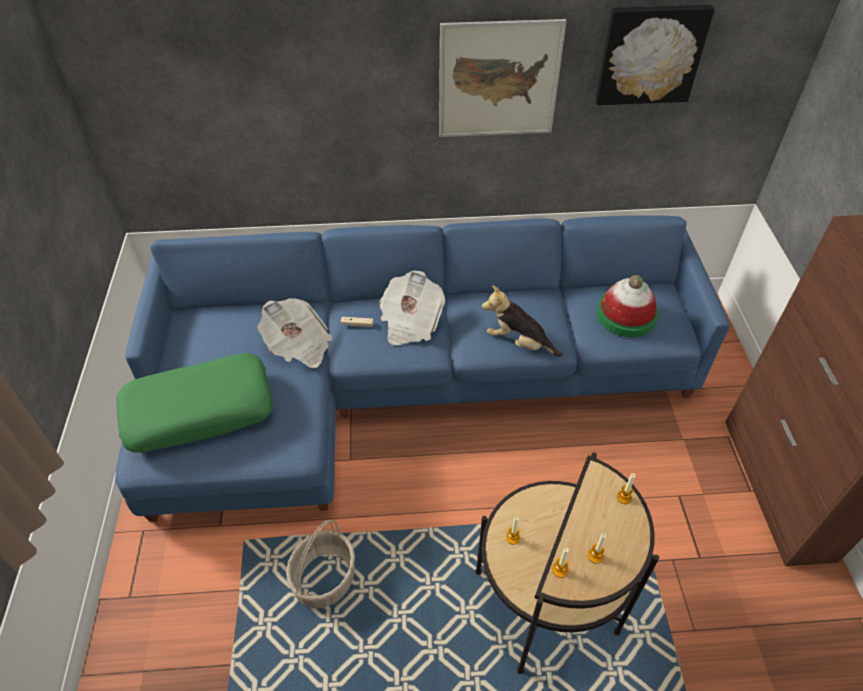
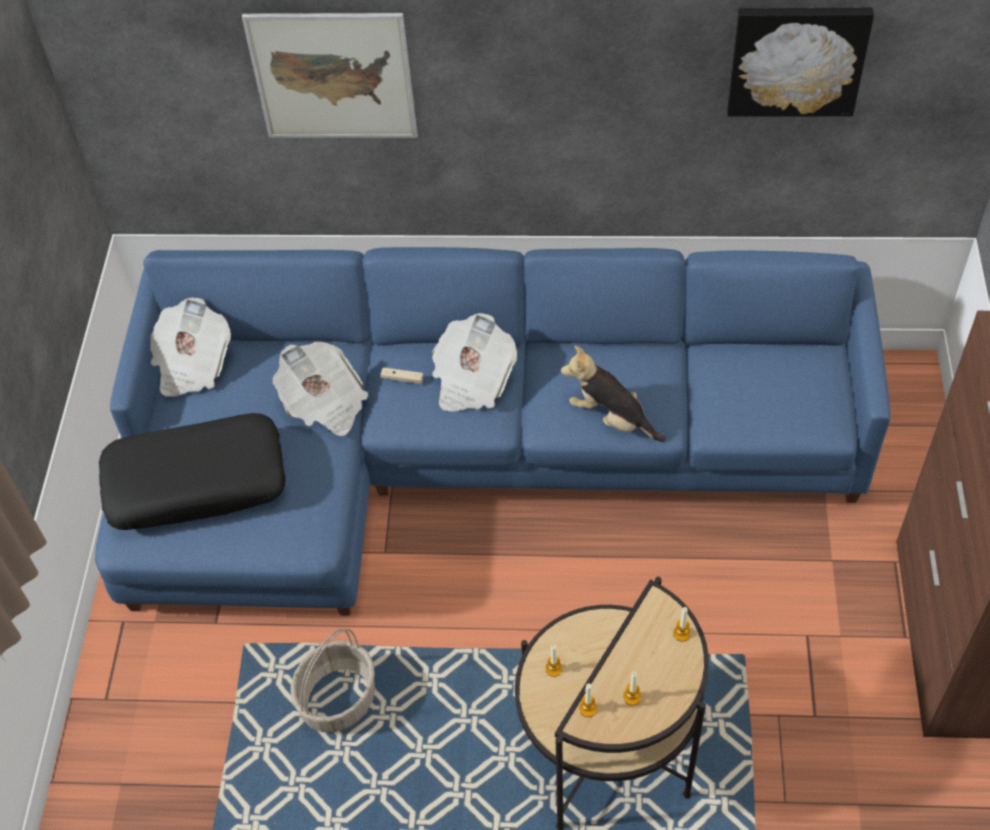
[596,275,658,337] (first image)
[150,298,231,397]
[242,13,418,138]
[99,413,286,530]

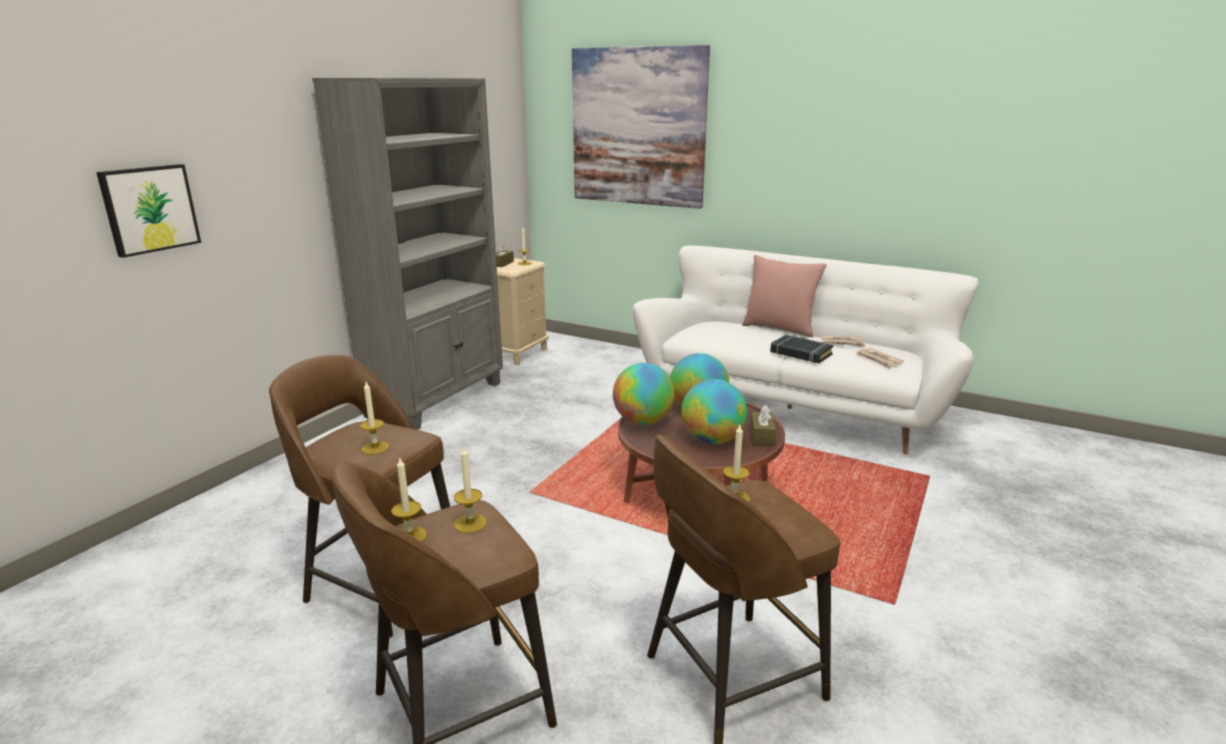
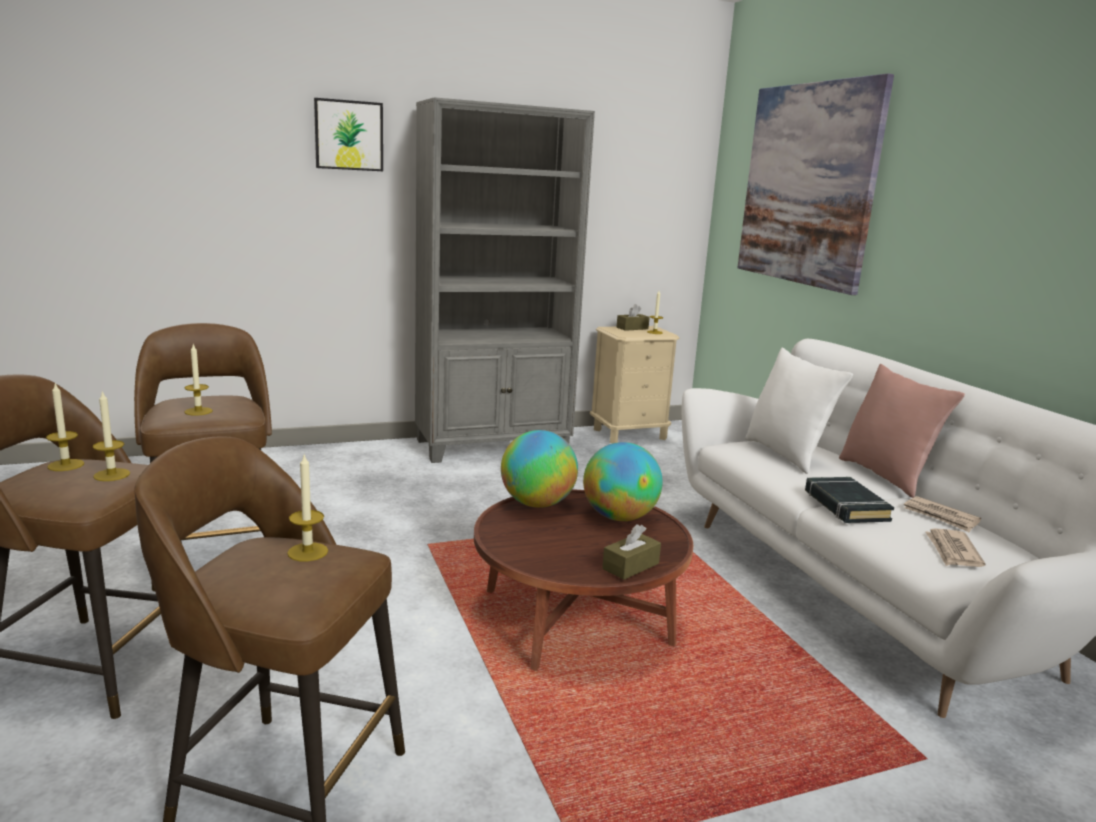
[681,379,747,444] (first image)
[745,347,853,474]
[314,98,383,171]

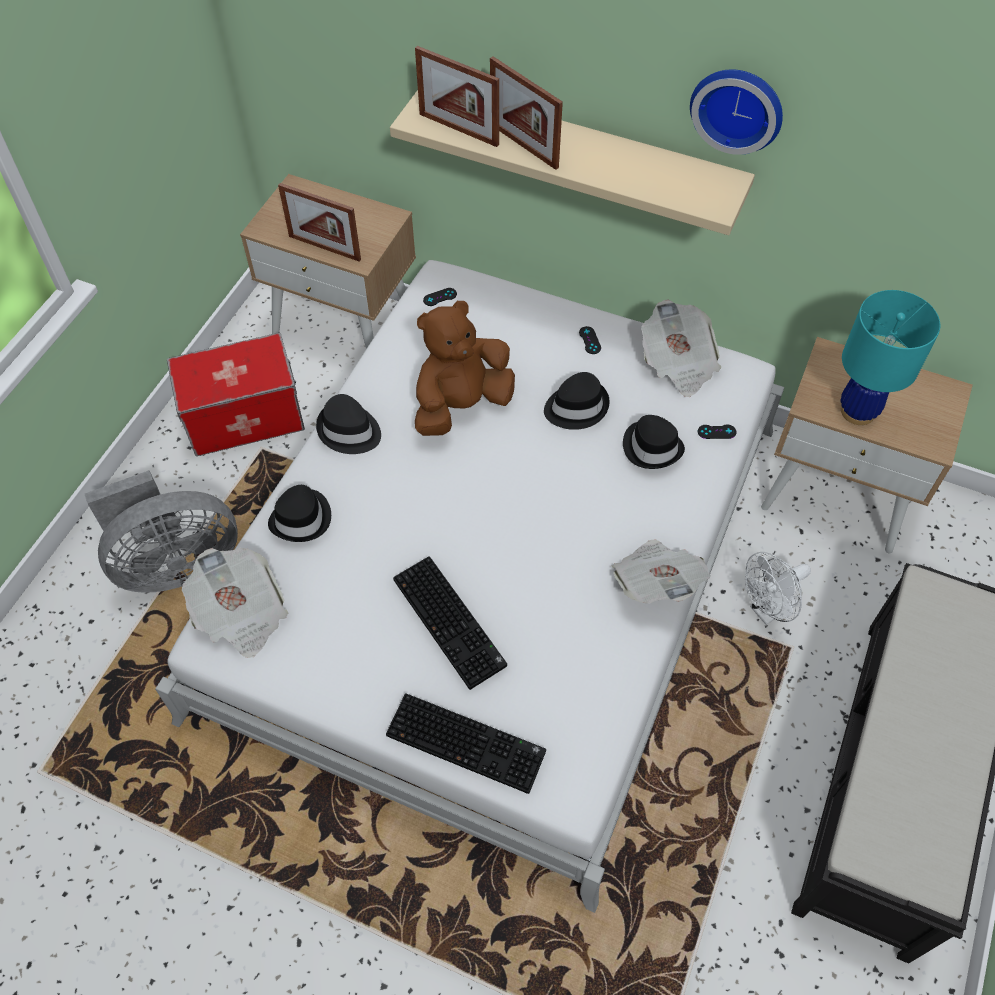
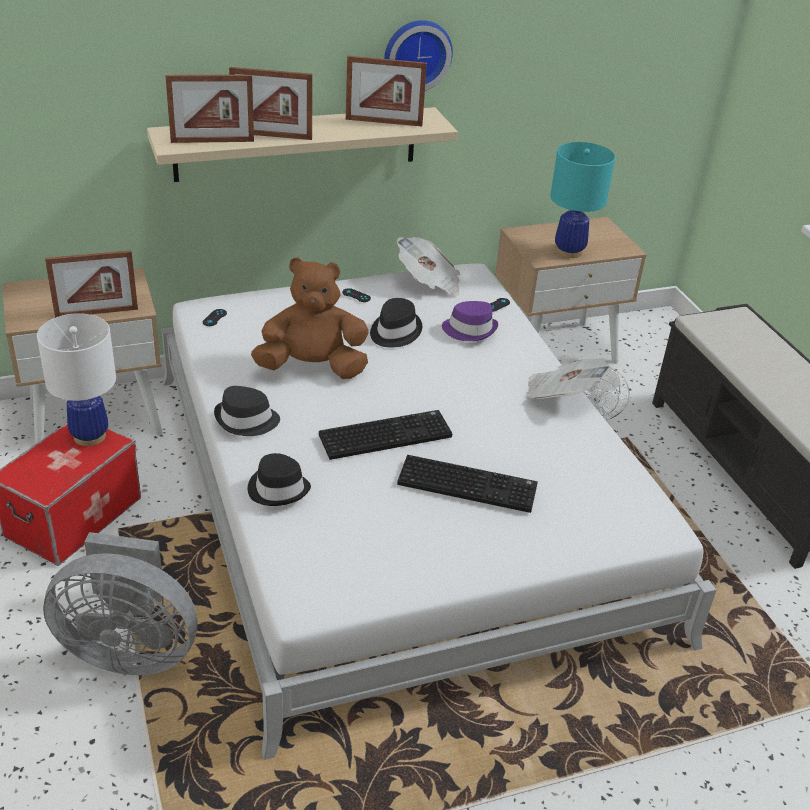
[182,548,288,658] (first image)
[37,313,116,446]
[346,56,427,126]
[319,410,452,460]
[442,301,498,341]
[43,532,197,675]
[251,257,369,379]

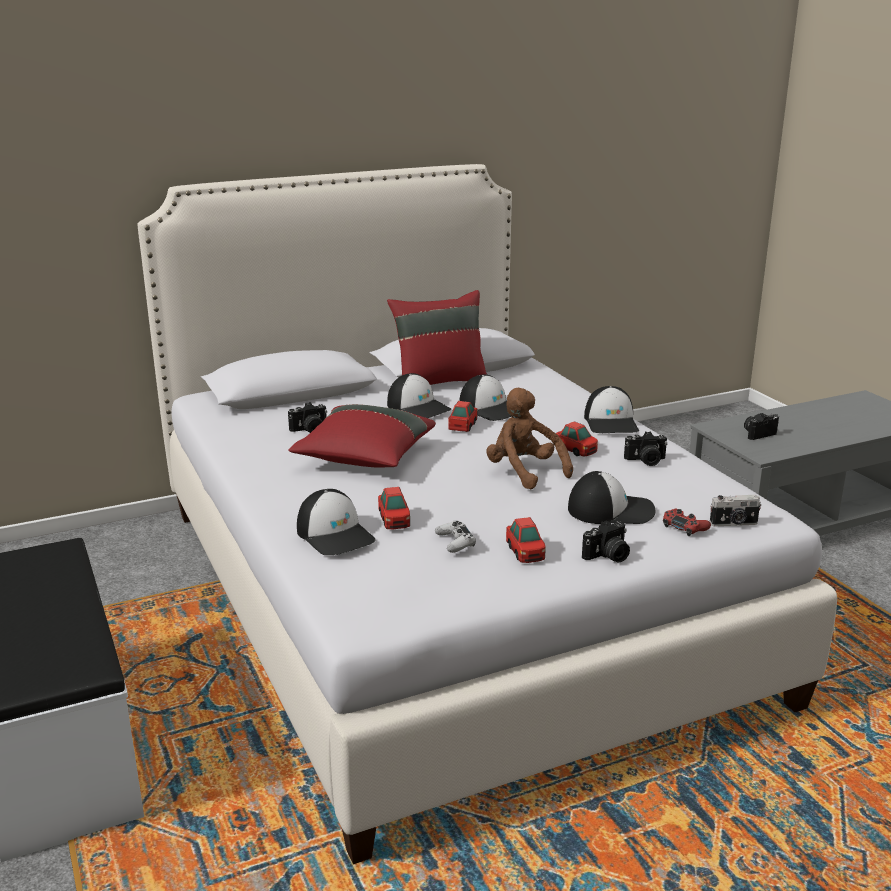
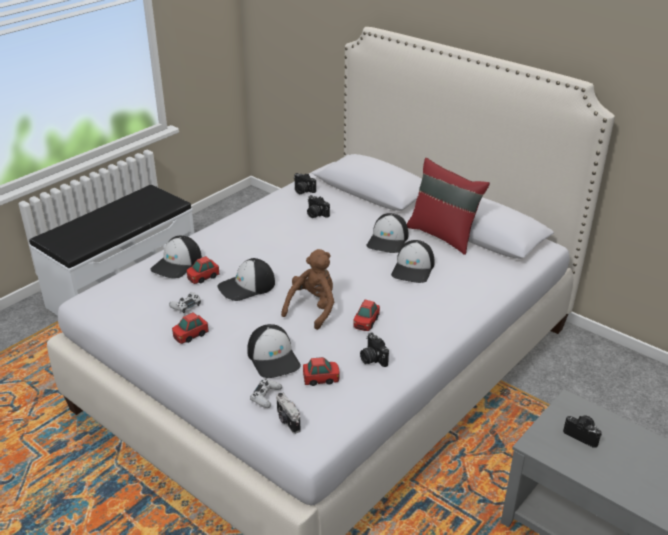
[289,404,436,467] (first image)
[303,357,340,386]
[294,173,316,194]
[217,258,275,301]
[250,379,282,408]

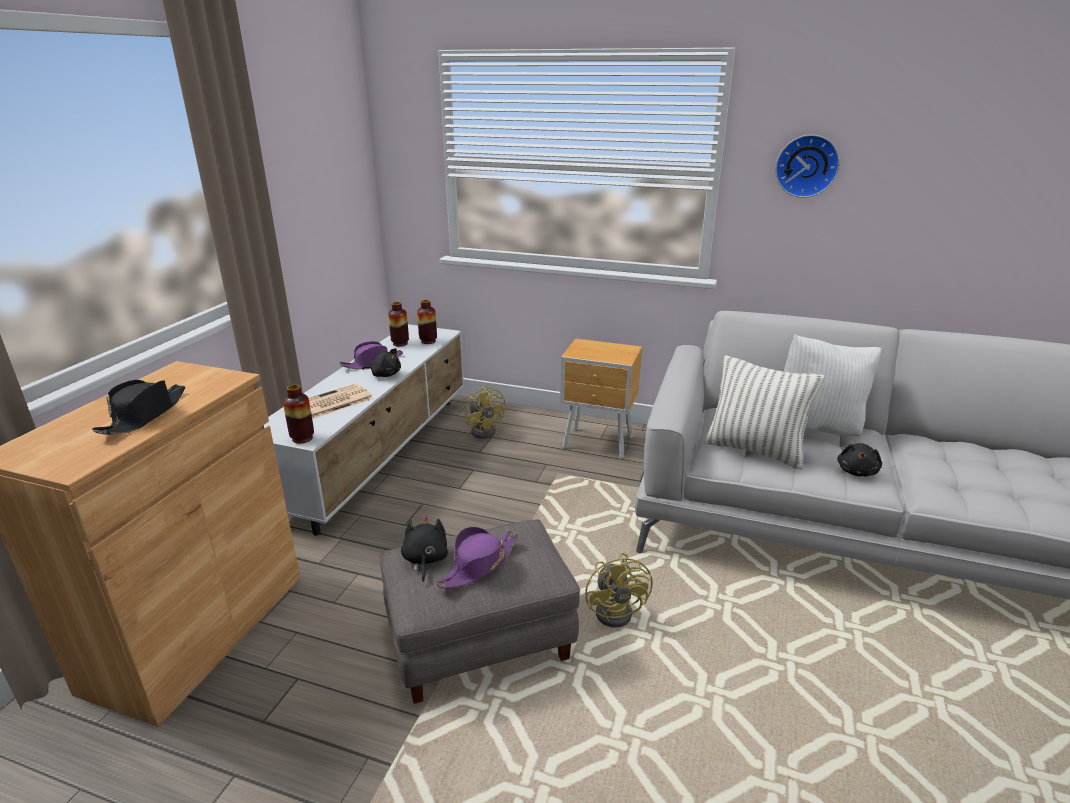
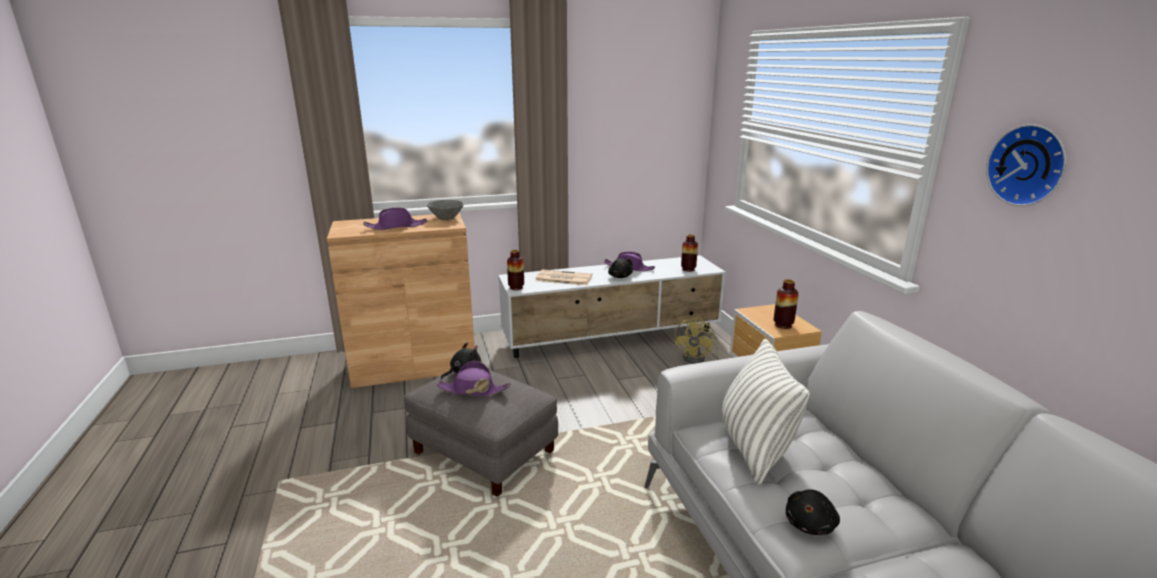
[585,553,653,628] (first image)
[784,334,882,436] (first image)
[427,200,464,220]
[774,279,799,329]
[363,208,428,230]
[786,489,840,535]

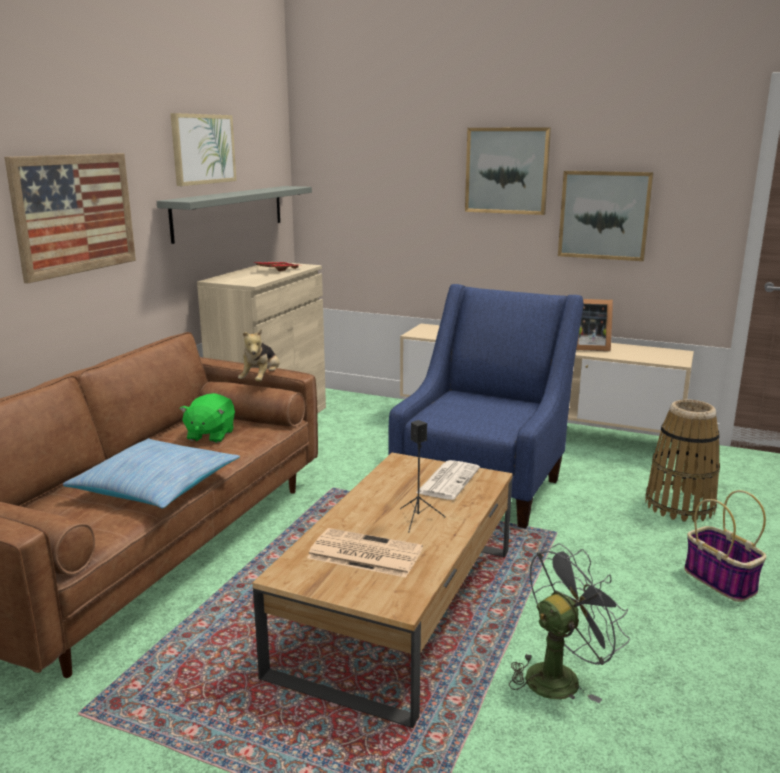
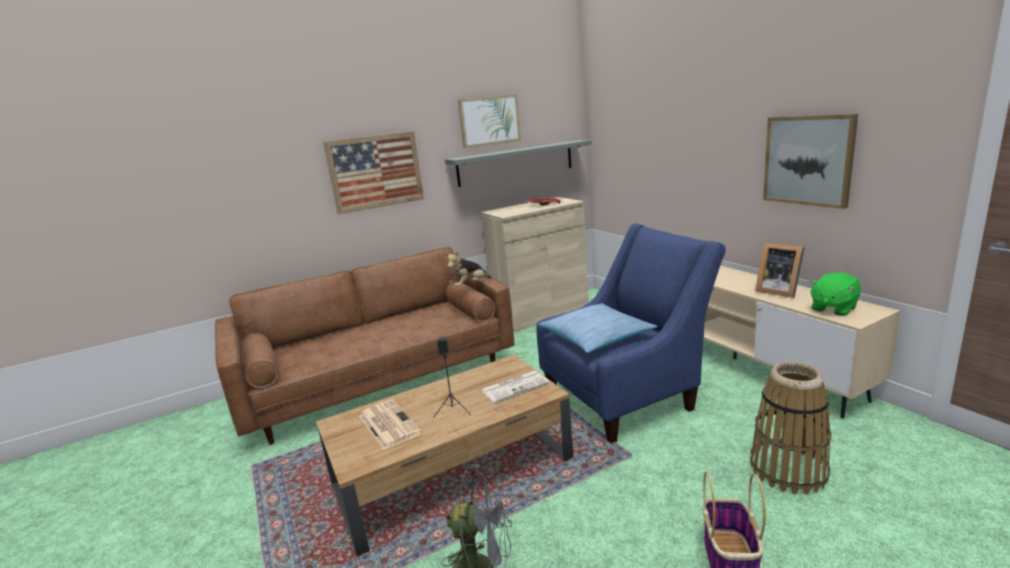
[465,127,551,215] (first image)
[538,303,658,353]
[809,272,861,316]

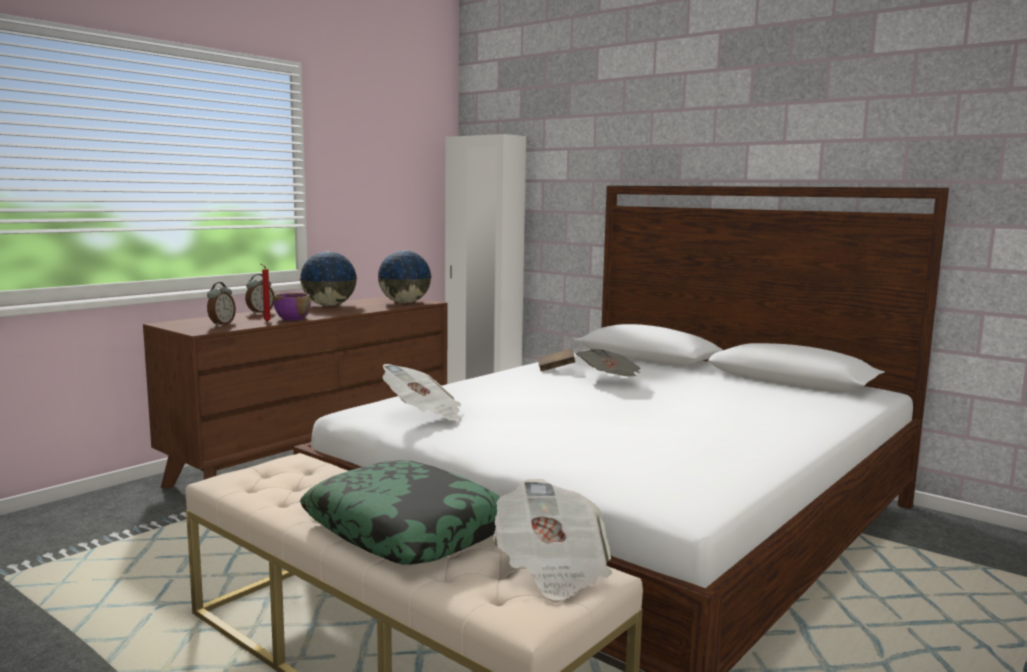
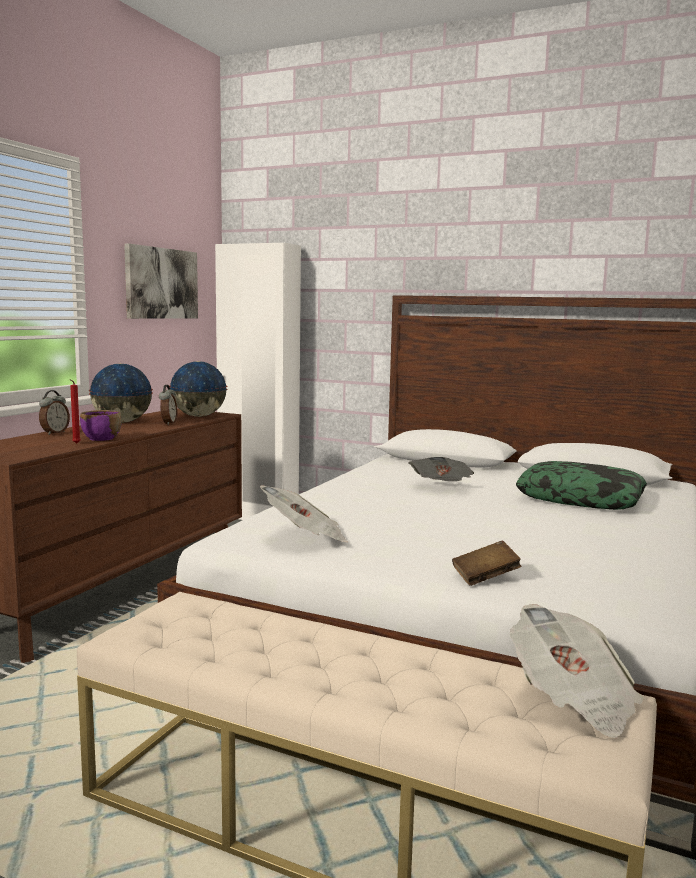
[124,244,198,319]
[159,385,178,425]
[516,461,647,510]
[452,541,521,586]

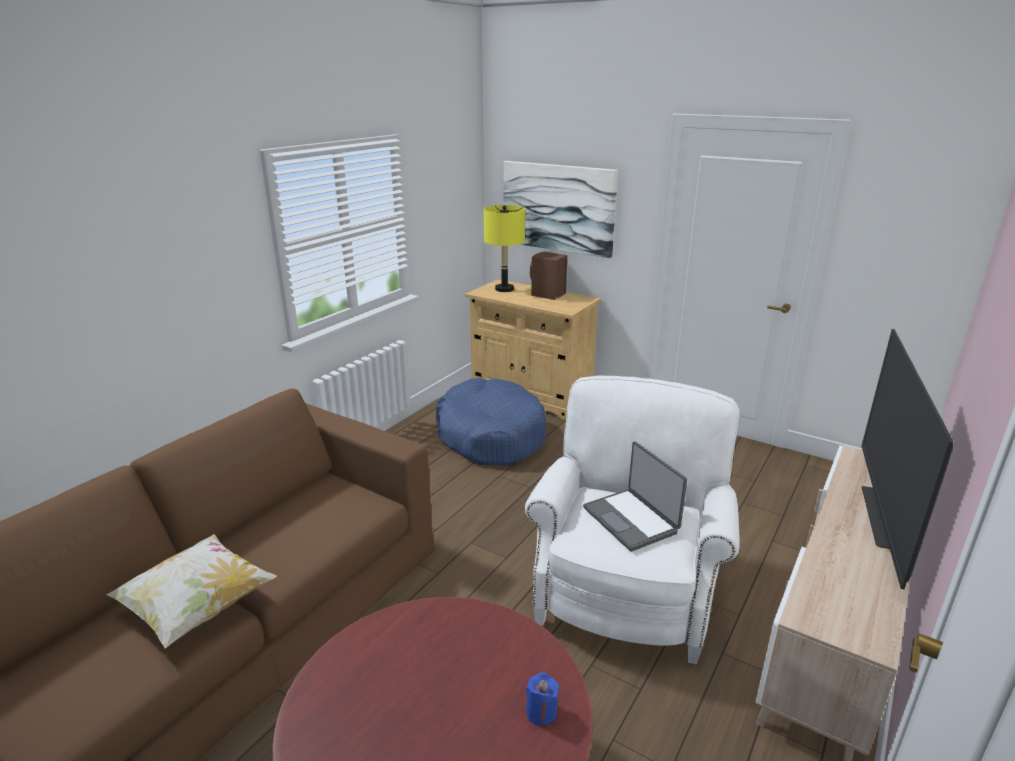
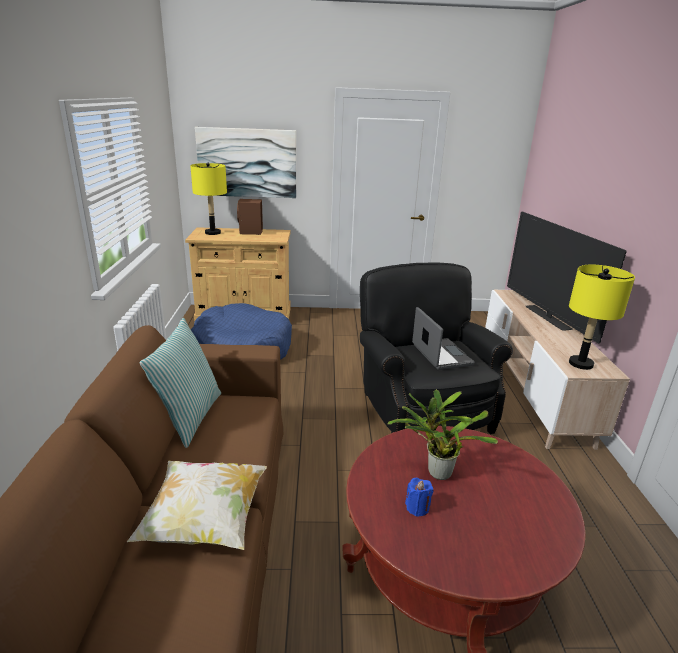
[139,318,221,448]
[387,389,498,480]
[569,264,635,370]
[405,478,434,517]
[360,262,513,434]
[412,307,475,370]

